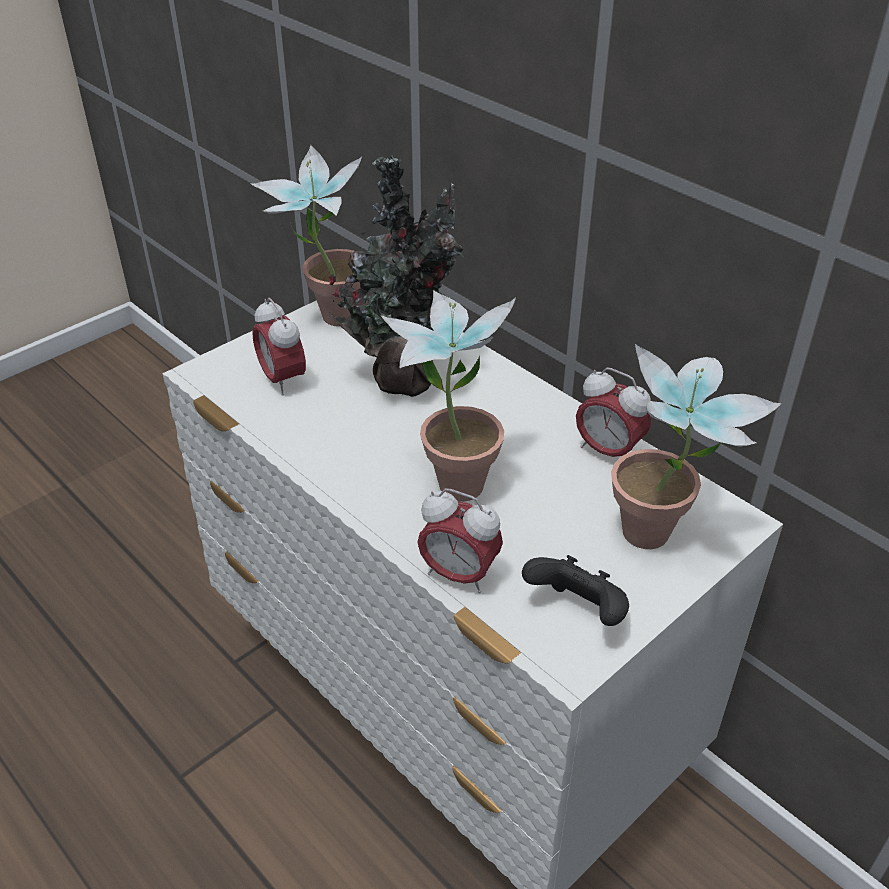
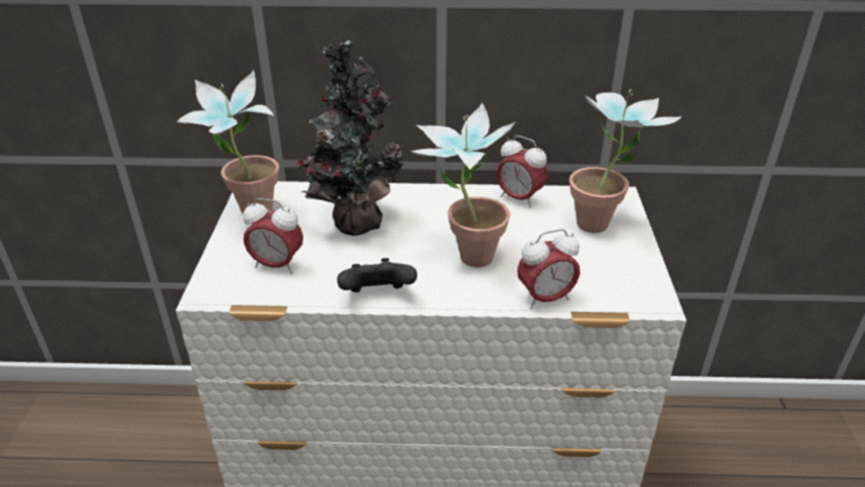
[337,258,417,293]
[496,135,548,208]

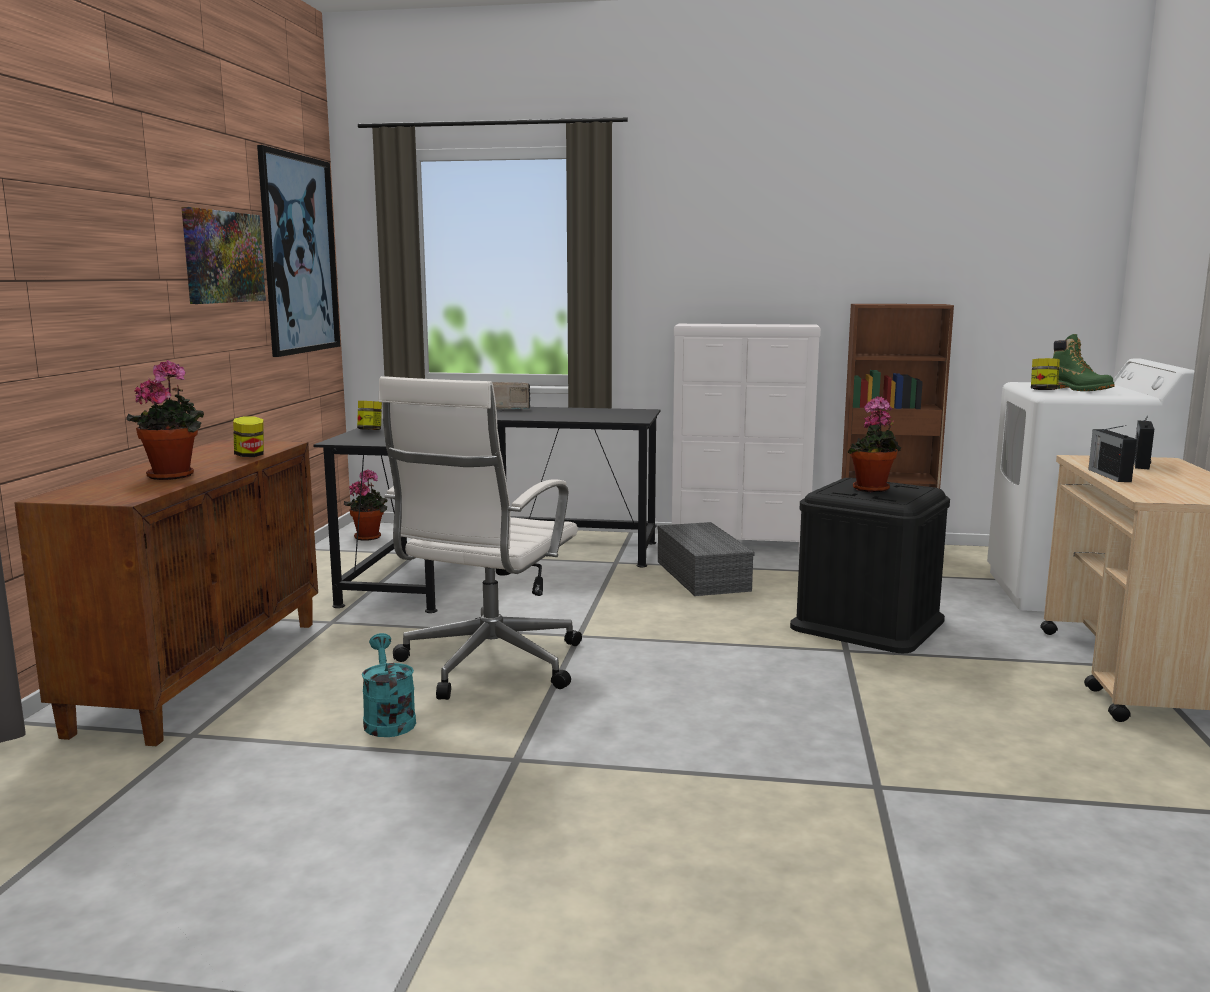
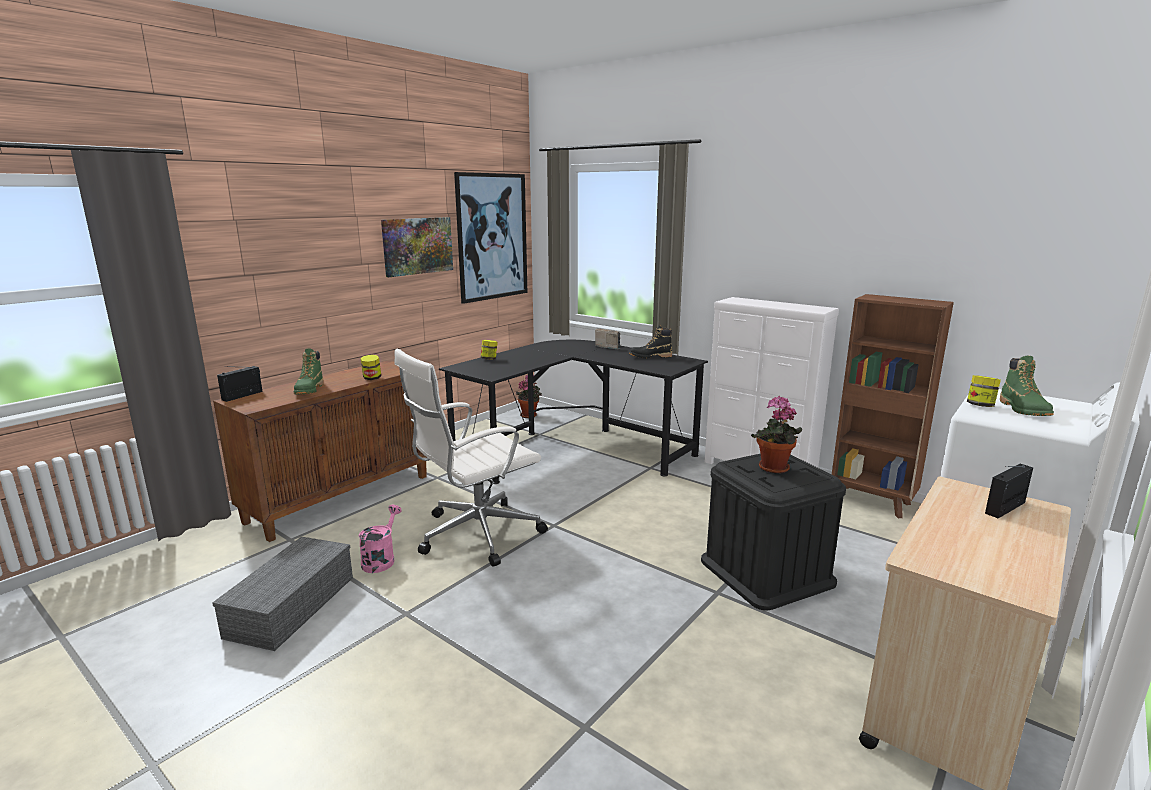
[629,325,672,358]
[212,537,353,651]
[217,366,263,402]
[294,348,324,394]
[359,505,402,573]

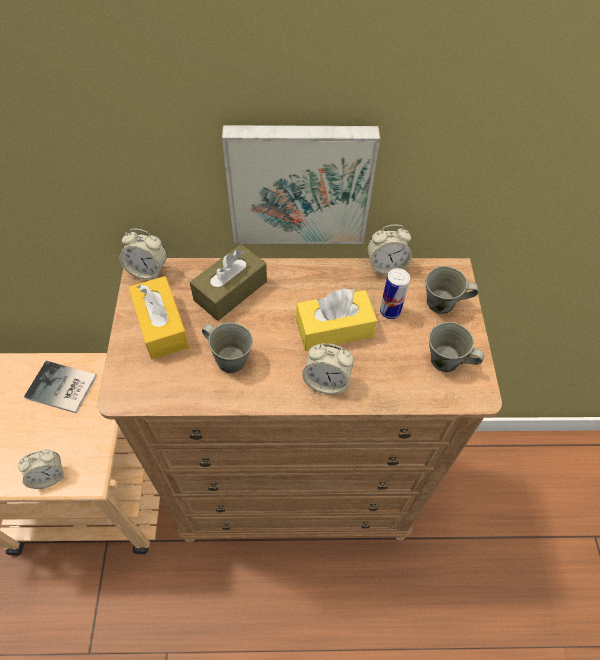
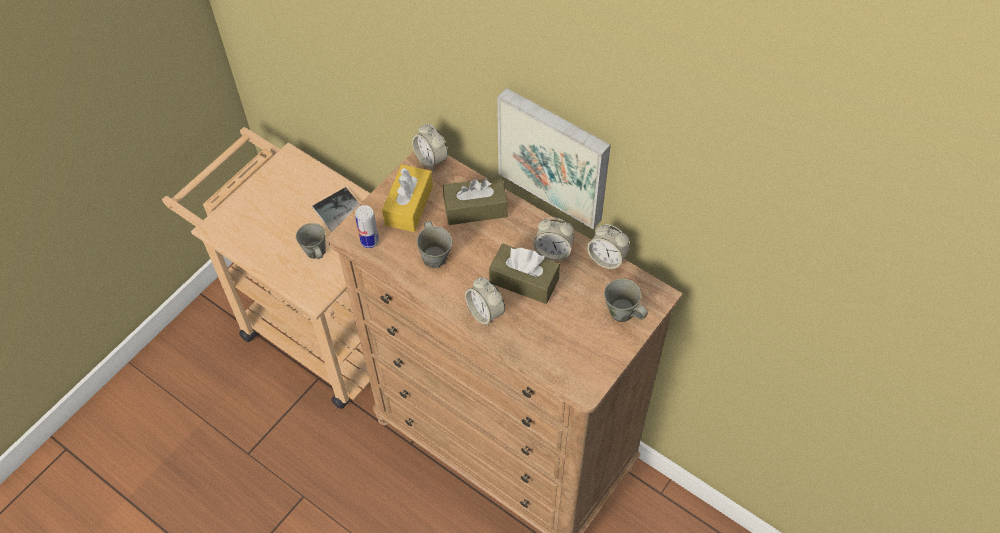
[533,217,574,261]
[355,205,379,248]
[296,223,326,259]
[489,244,560,304]

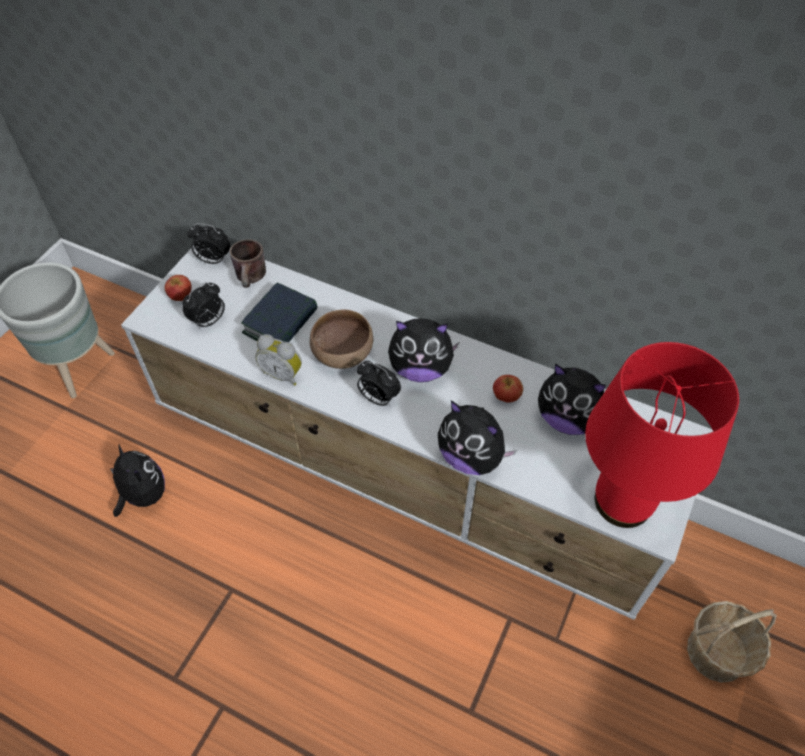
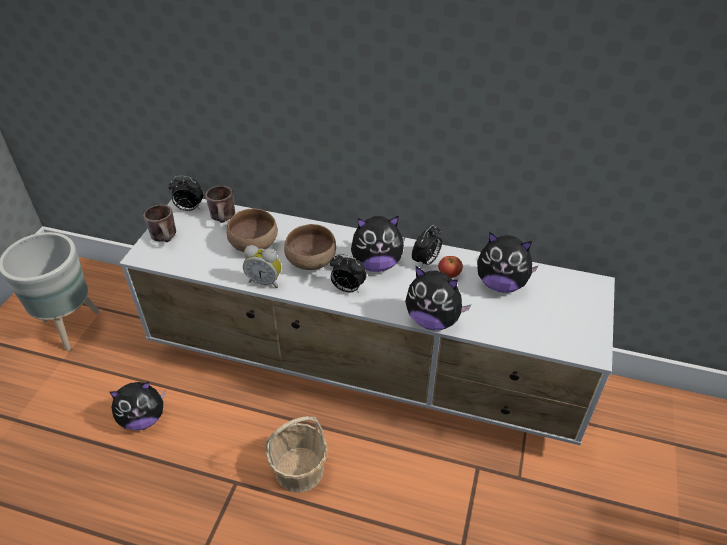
[585,342,739,528] (first image)
[412,225,442,269]
[265,416,328,493]
[143,205,176,242]
[227,209,278,252]
[110,382,166,430]

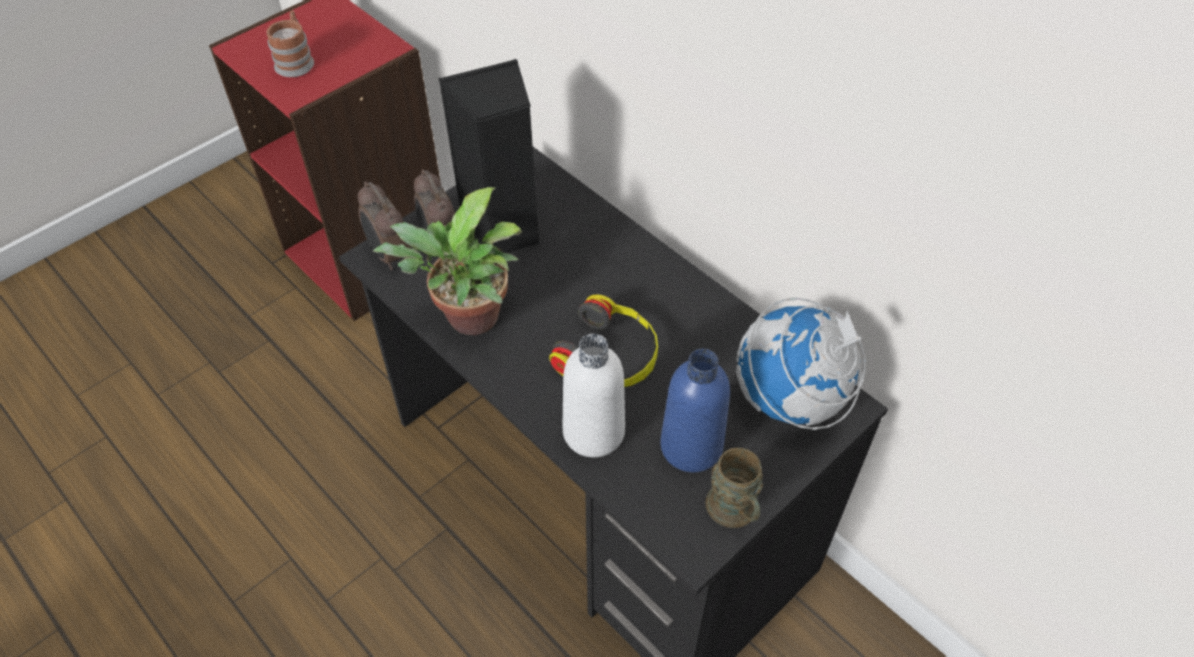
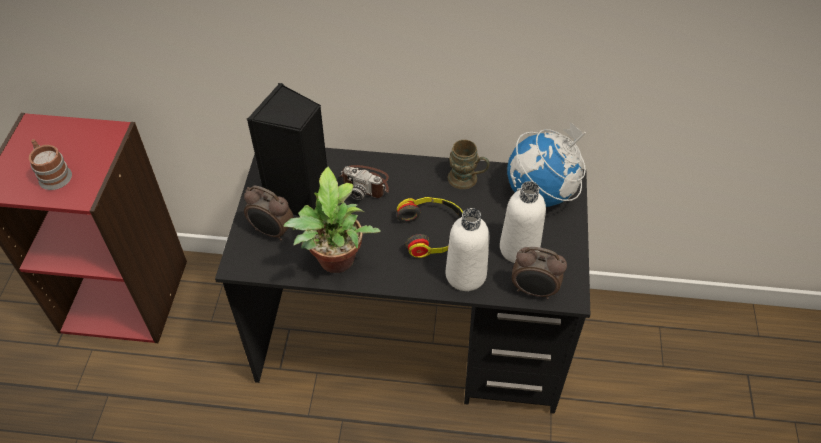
[339,165,389,200]
[512,247,567,299]
[448,140,490,189]
[500,181,546,263]

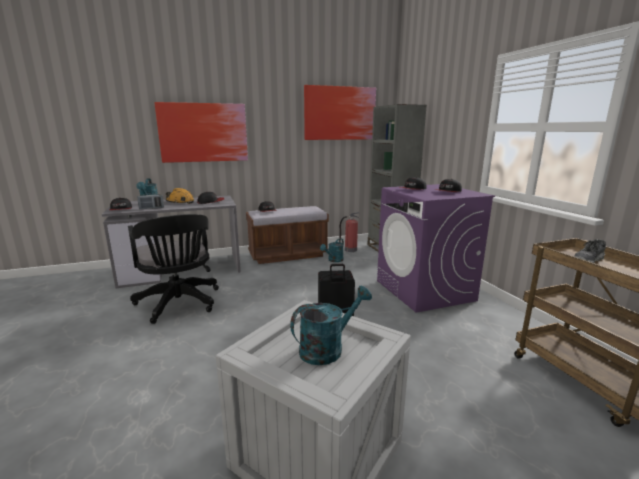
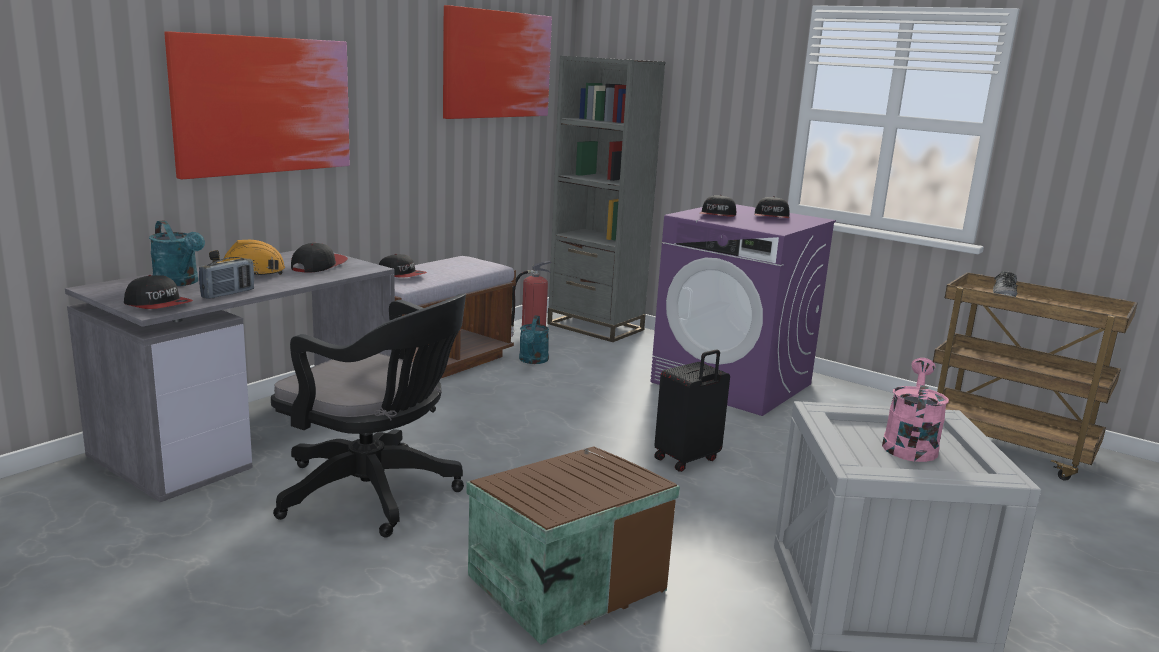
[466,446,680,645]
[882,358,949,462]

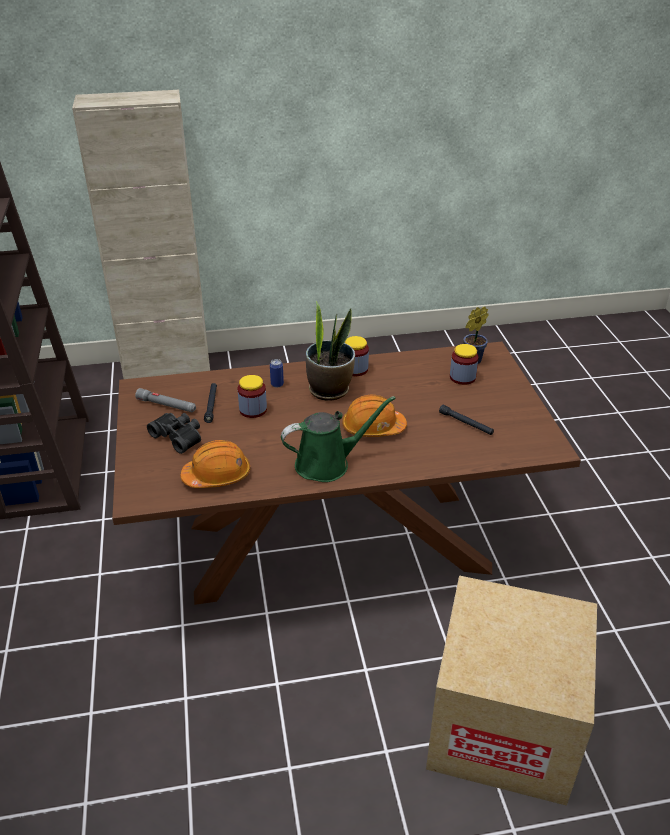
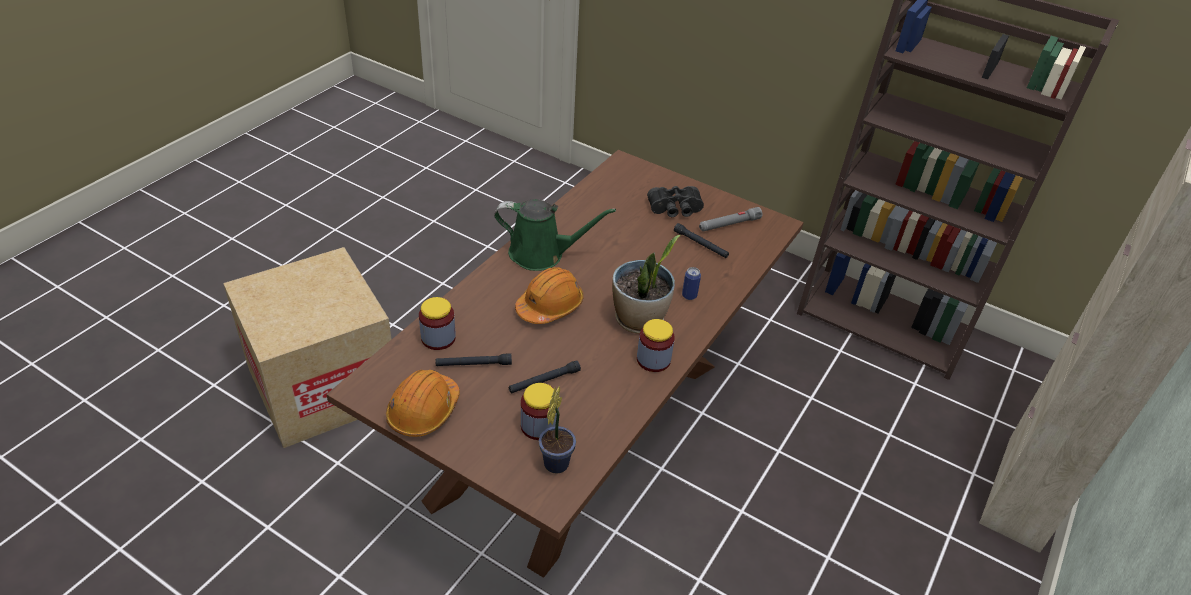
[508,360,581,393]
[386,370,460,437]
[419,297,456,350]
[494,199,616,271]

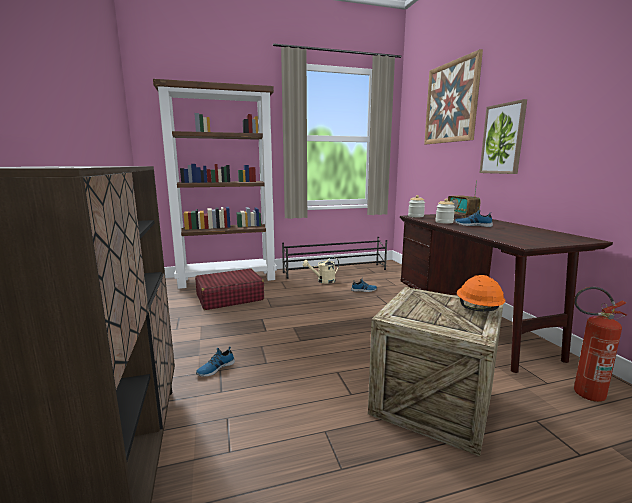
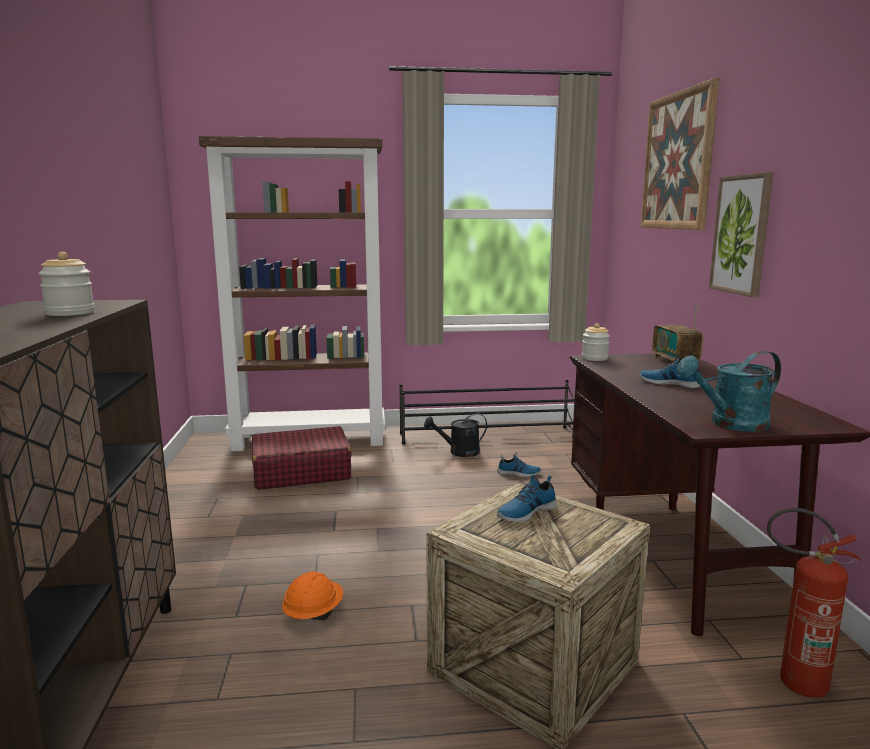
[676,351,781,432]
[496,474,557,522]
[39,252,95,316]
[282,571,343,620]
[424,413,487,457]

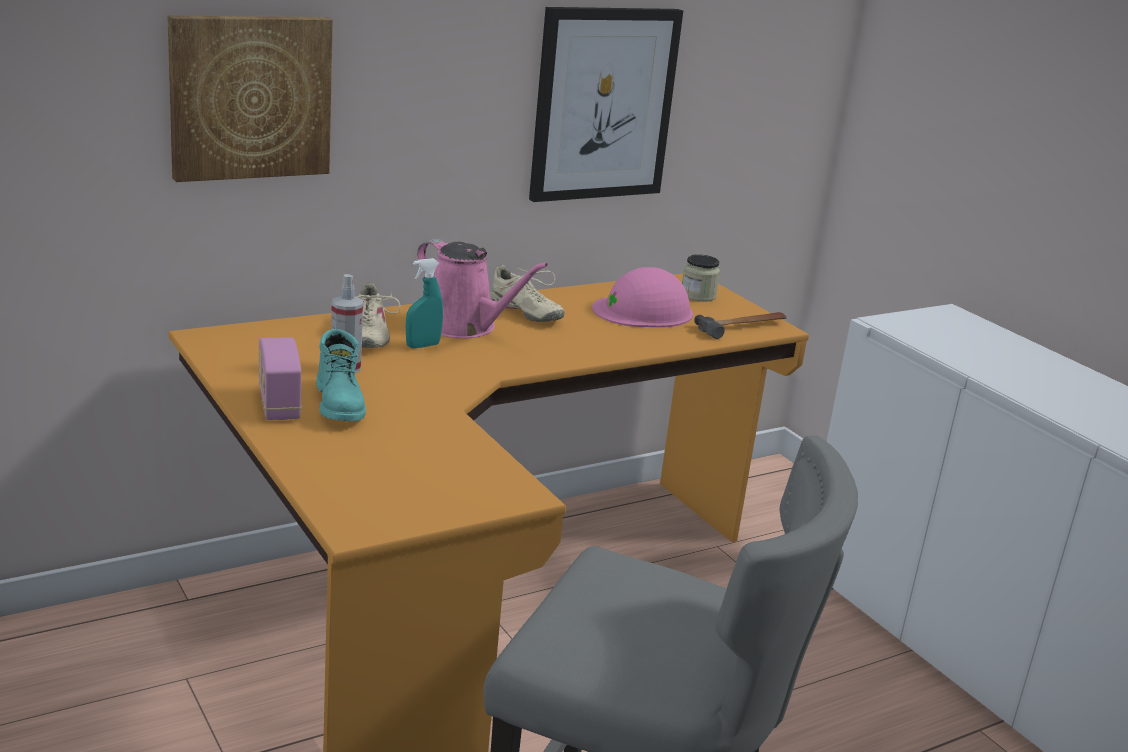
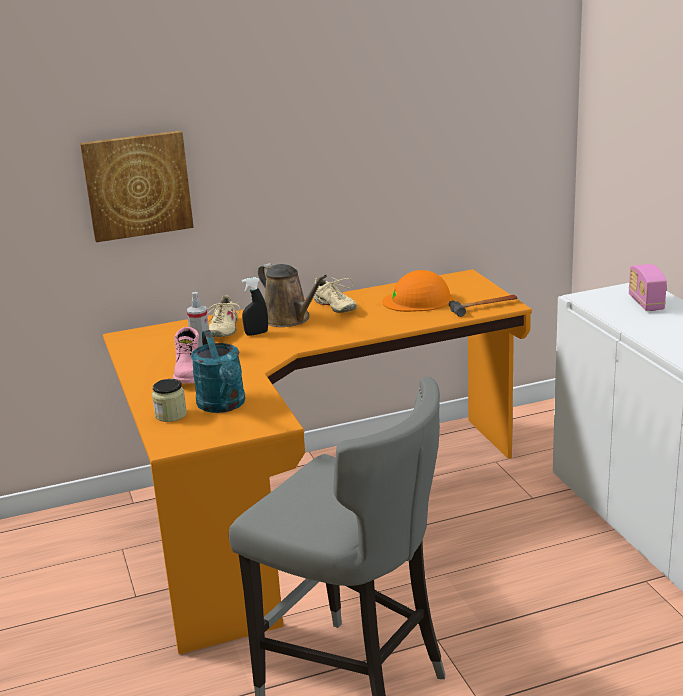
[529,7,683,202] (first image)
[191,330,245,413]
[629,264,667,311]
[152,379,187,422]
[173,327,199,384]
[242,277,268,336]
[258,263,327,327]
[382,270,453,312]

